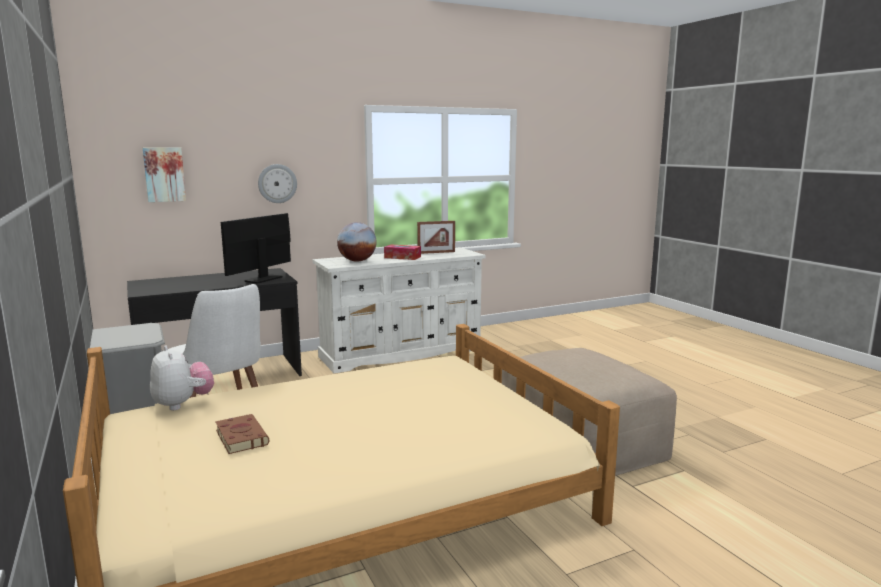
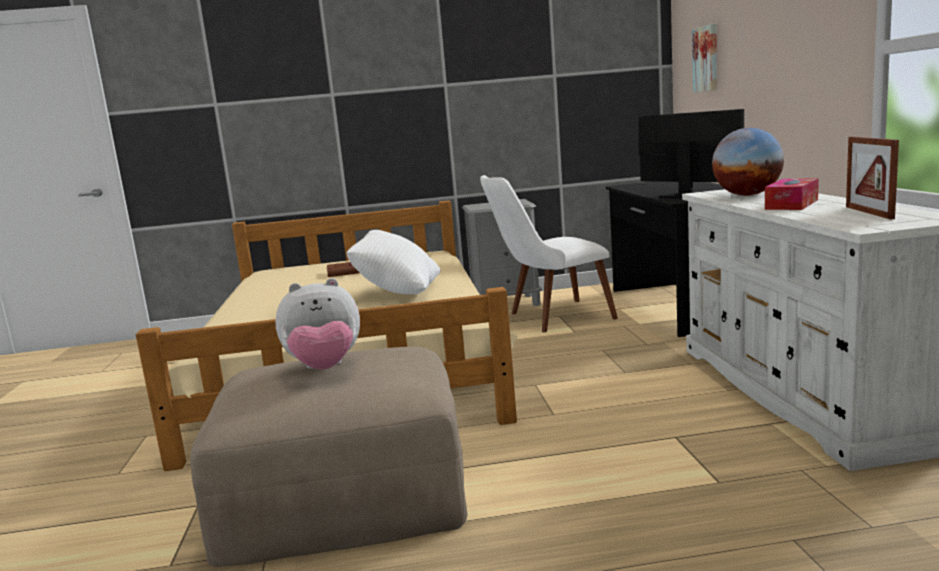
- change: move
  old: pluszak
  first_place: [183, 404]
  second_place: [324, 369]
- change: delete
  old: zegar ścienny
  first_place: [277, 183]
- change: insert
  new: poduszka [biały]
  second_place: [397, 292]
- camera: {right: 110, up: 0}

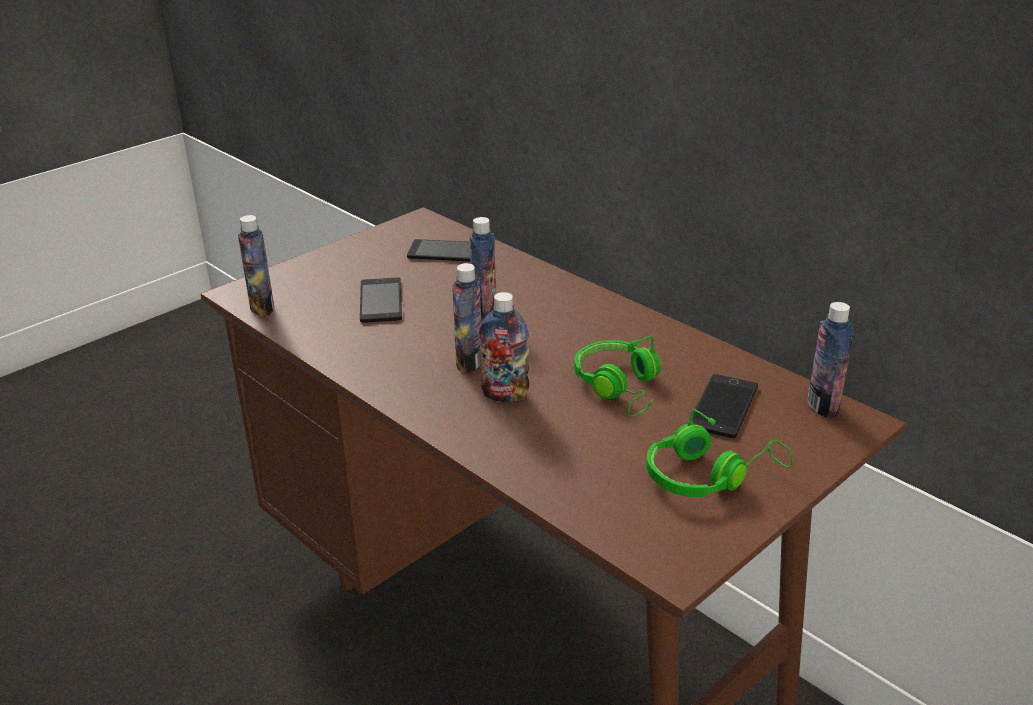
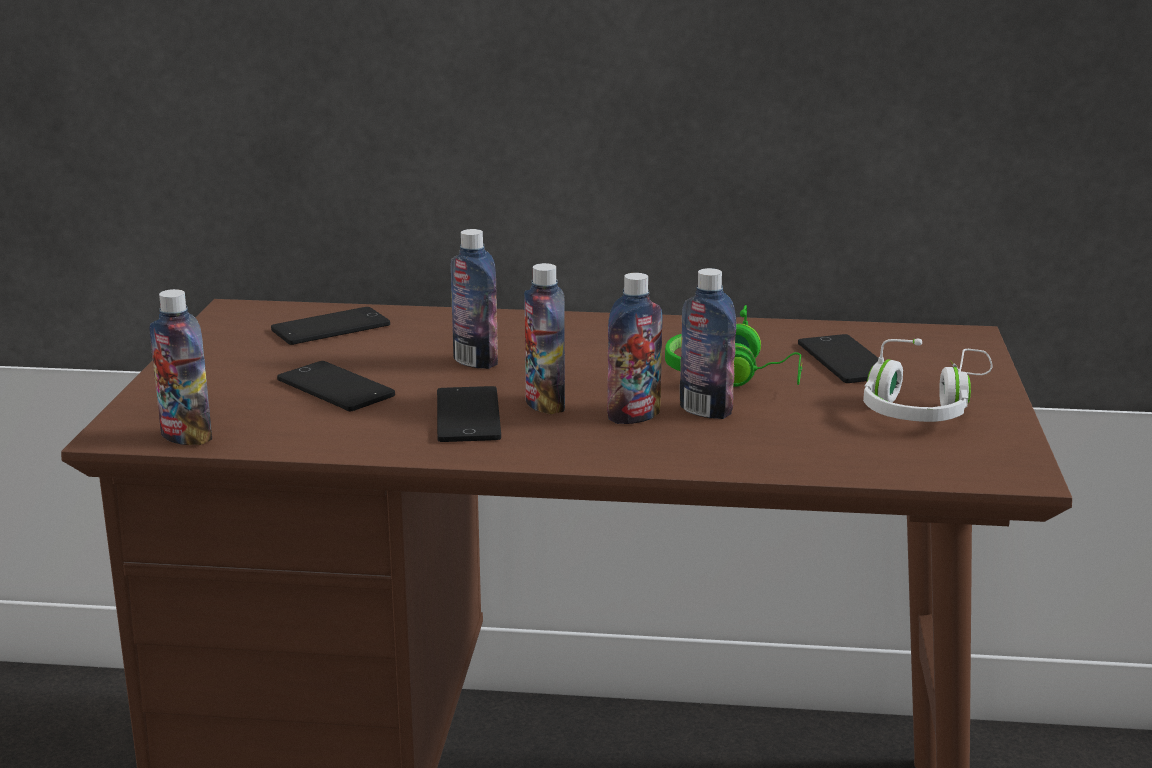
- change: recolor
  old: słuchawki [zielony]
  new: słuchawki [biały]
  first_place: [709, 475]
  second_place: [924, 408]
- change: move
  old: butelka
  first_place: [822, 406]
  second_place: [705, 410]
- change: insert
  new: telefon
  second_place: [468, 416]
- camera: {right: -40, up: -10}

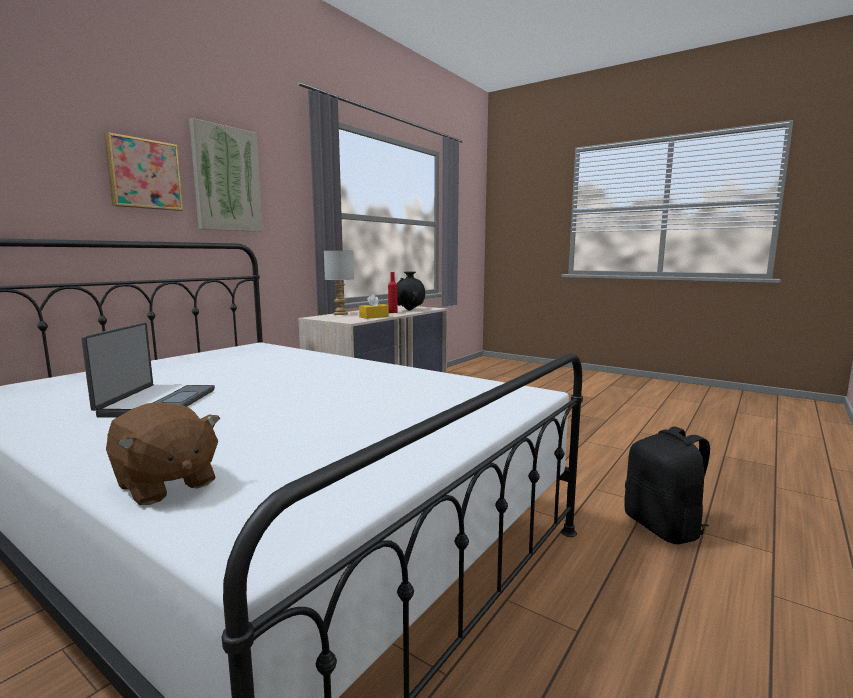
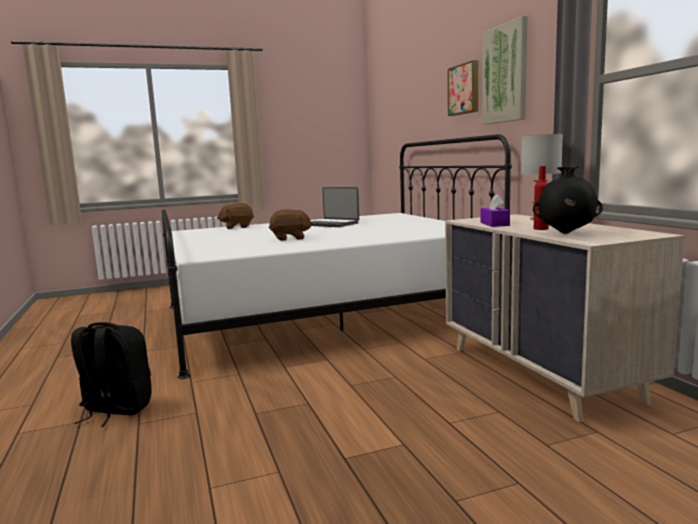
- change: recolor
  old: pudełko chusteczek [żółty]
  new: pudełko chusteczek [fioletowy]
  first_place: [374, 317]
  second_place: [494, 224]
- change: insert
  new: pluszak [brązowy]
  second_place: [290, 238]
- camera: {right: 125, up: 0}

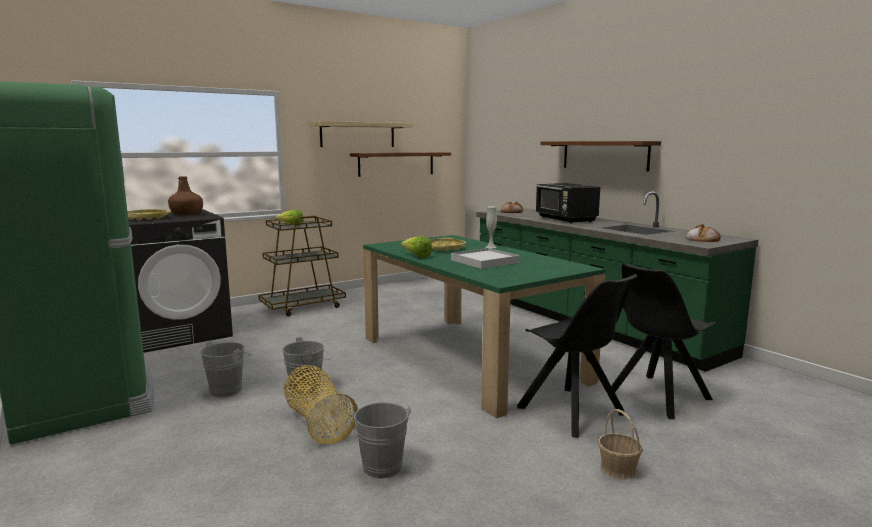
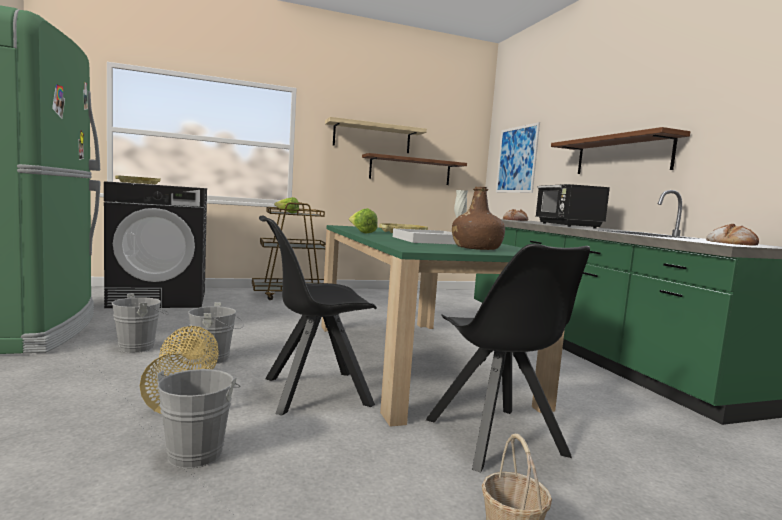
- change: move
  old: butelka [brązowy]
  first_place: [187, 214]
  second_place: [476, 248]
- change: move
  old: krzesło [czarny]
  first_place: [656, 397]
  second_place: [313, 392]
- change: insert
  new: obraz
  second_place: [517, 159]
- camera: {right: 15, up: -5}

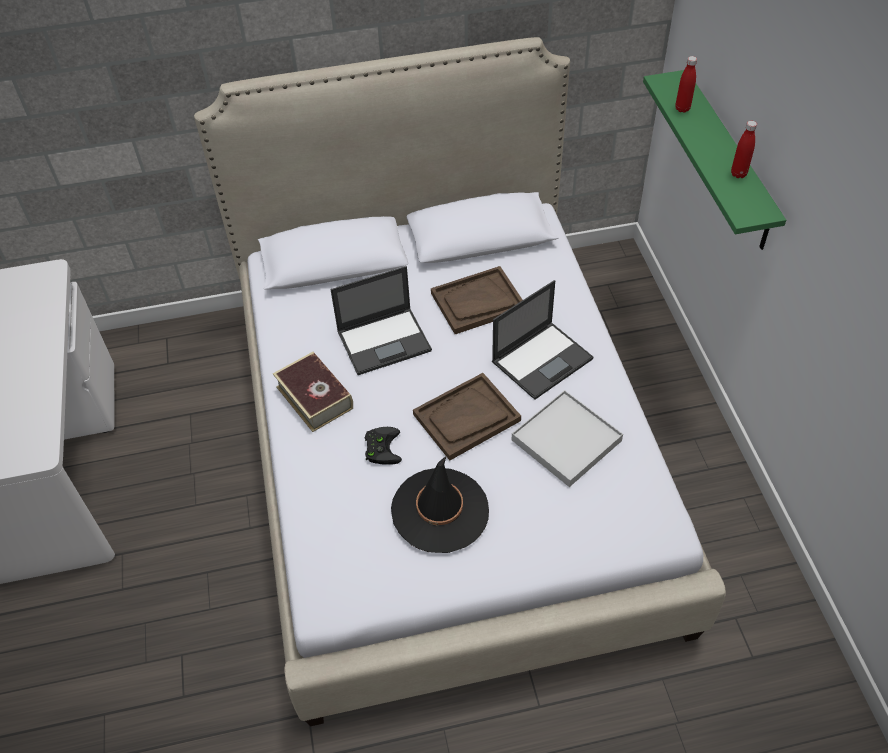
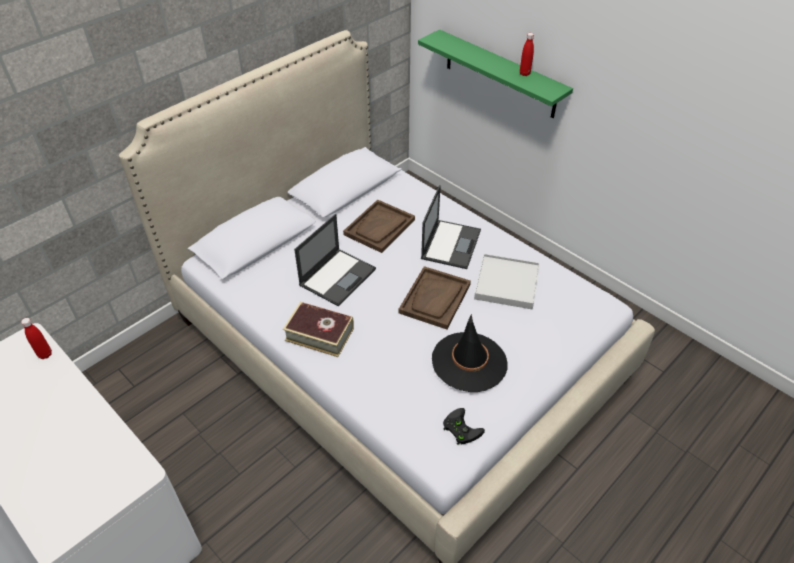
- change: move
  old: pad do gier [czarny]
  first_place: [381, 447]
  second_place: [460, 428]
- change: move
  old: butelka [czerwony]
  first_place: [682, 109]
  second_place: [45, 354]
- camera: {right: -35, up: -5}

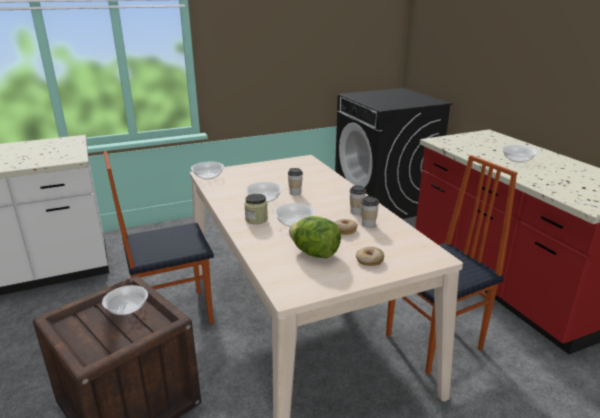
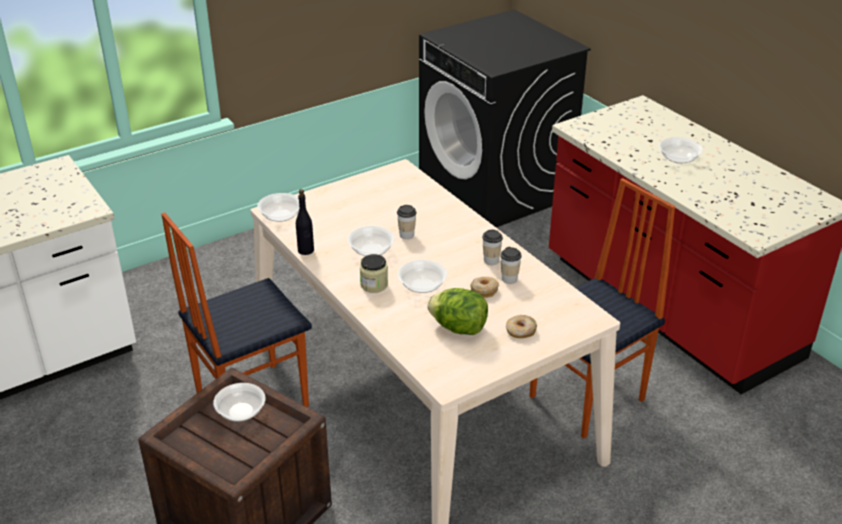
- change: insert
  new: butelka [czarny]
  second_place: [306, 250]
- camera: {right: -10, up: 10}

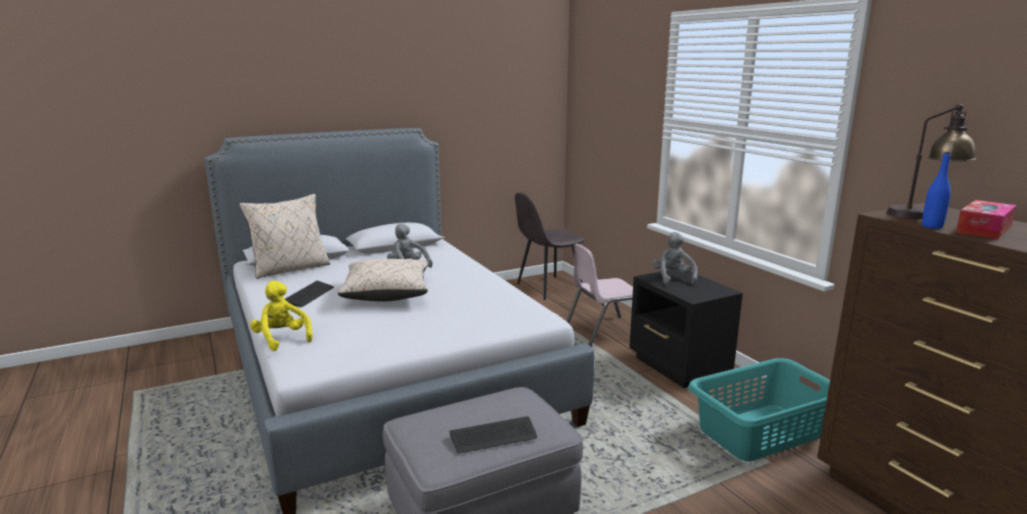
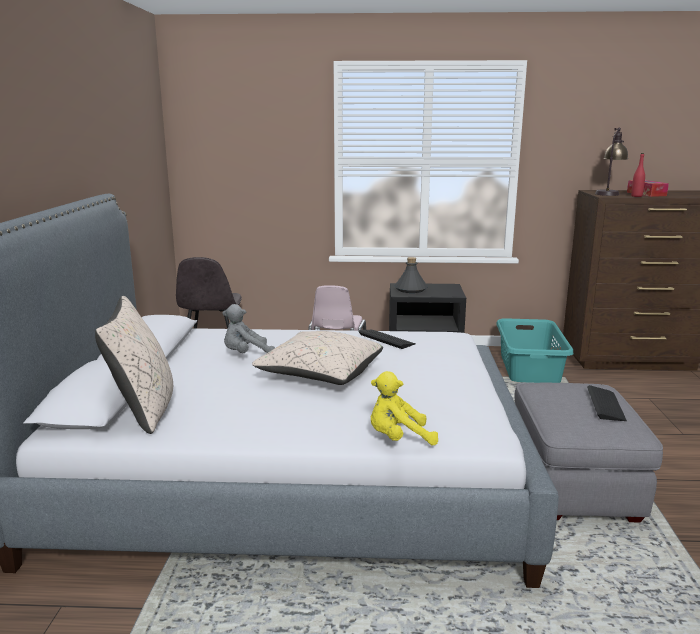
- change: move
  old: klawiatura
  first_place: [309, 295]
  second_place: [386, 339]
- change: replace
  old: pluszak [szary]
  new: butelka [szary]
  first_place: [673, 278]
  second_place: [410, 289]
- change: recolor
  old: butelka [niebieski]
  new: butelka [czerwony]
  first_place: [932, 226]
  second_place: [636, 196]
- camera: {right: -60, up: 0}

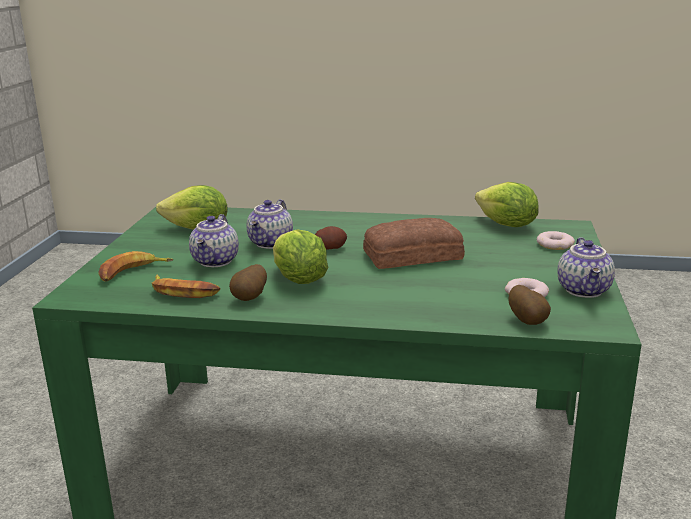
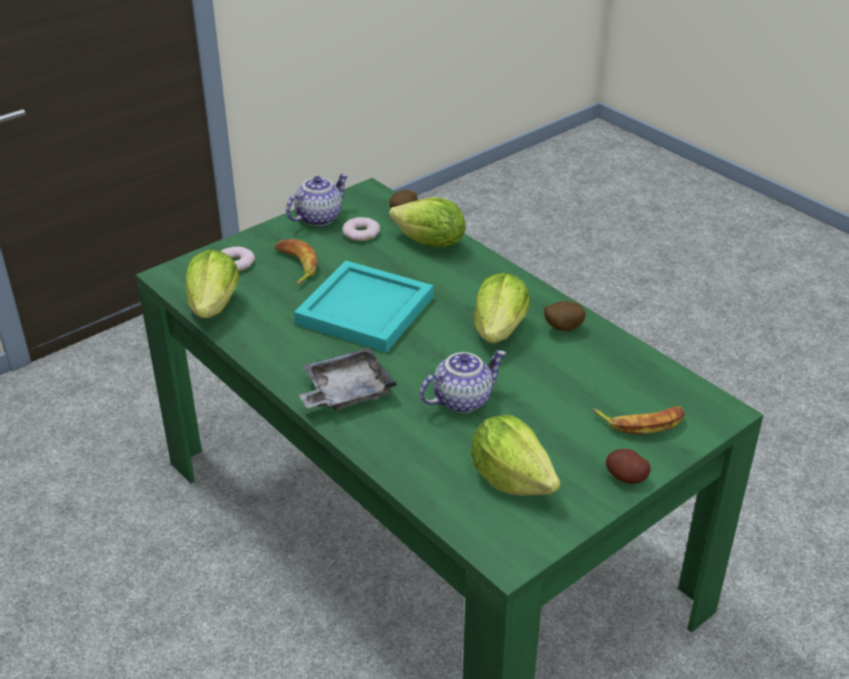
- change: move
  old: banan
  first_place: [183, 292]
  second_place: [295, 266]
- change: delete
  old: imbryk
  first_place: [216, 261]
- change: move
  old: ziemniak
  first_place: [330, 248]
  second_place: [626, 477]
- change: replace
  old: chleb
  new: taca [turkusowy]
  first_place: [411, 255]
  second_place: [366, 311]
- change: insert
  new: taca [szary]
  second_place: [346, 391]
- change: insert
  new: sałata
  second_place: [430, 243]
- camera: {right: -140, up: 15}

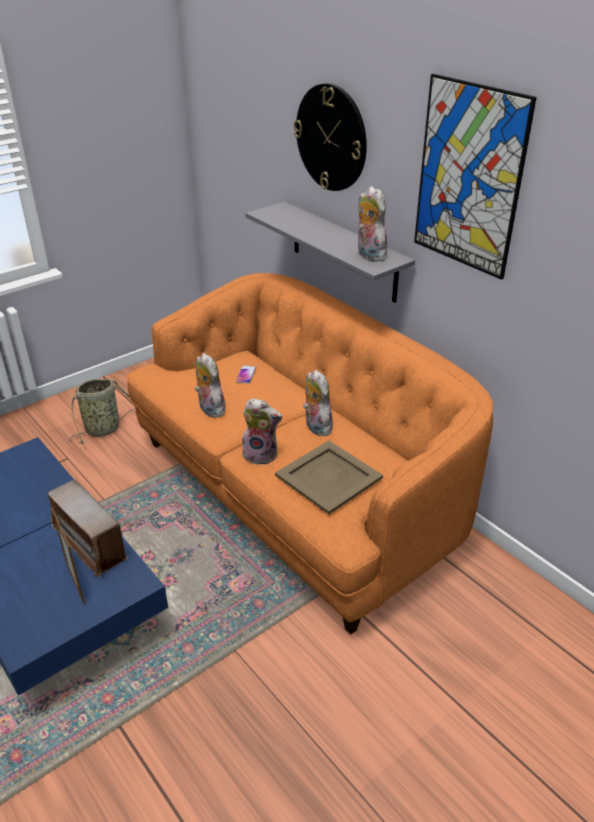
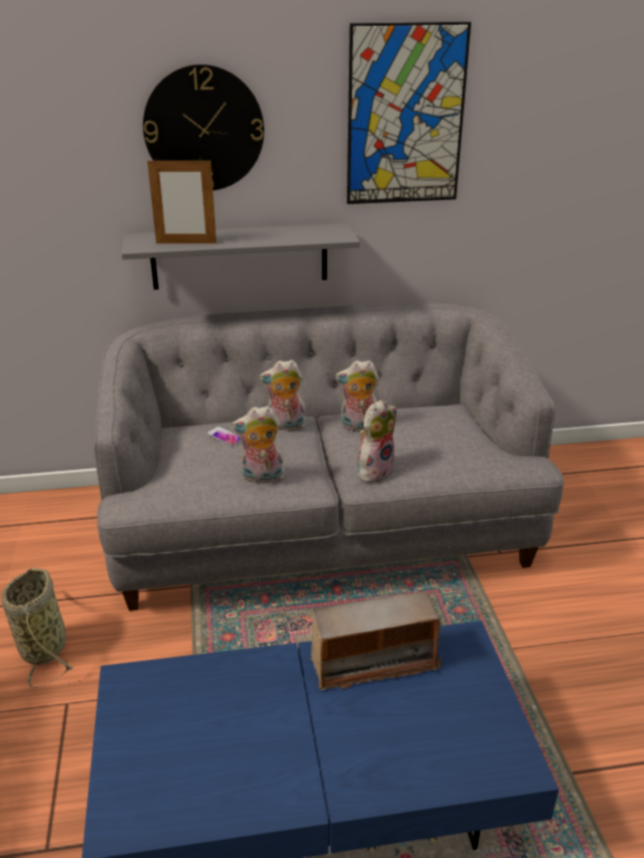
- change: move
  old: ramka na zdjęcie
  first_place: [75, 583]
  second_place: [186, 243]
- change: recolor
  old: kanapa [pomarańczowy]
  new: kanapa [szary]
  first_place: [297, 493]
  second_place: [322, 530]
- change: delete
  old: taca [beżowy]
  first_place: [328, 477]
- change: move
  old: pluszak
  first_place: [368, 255]
  second_place: [285, 426]
- camera: {right: -60, up: -5}

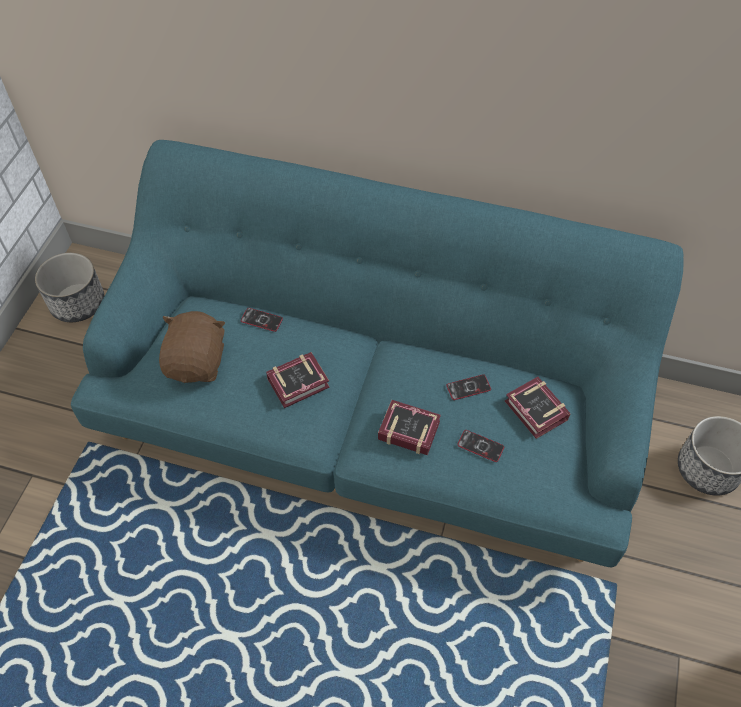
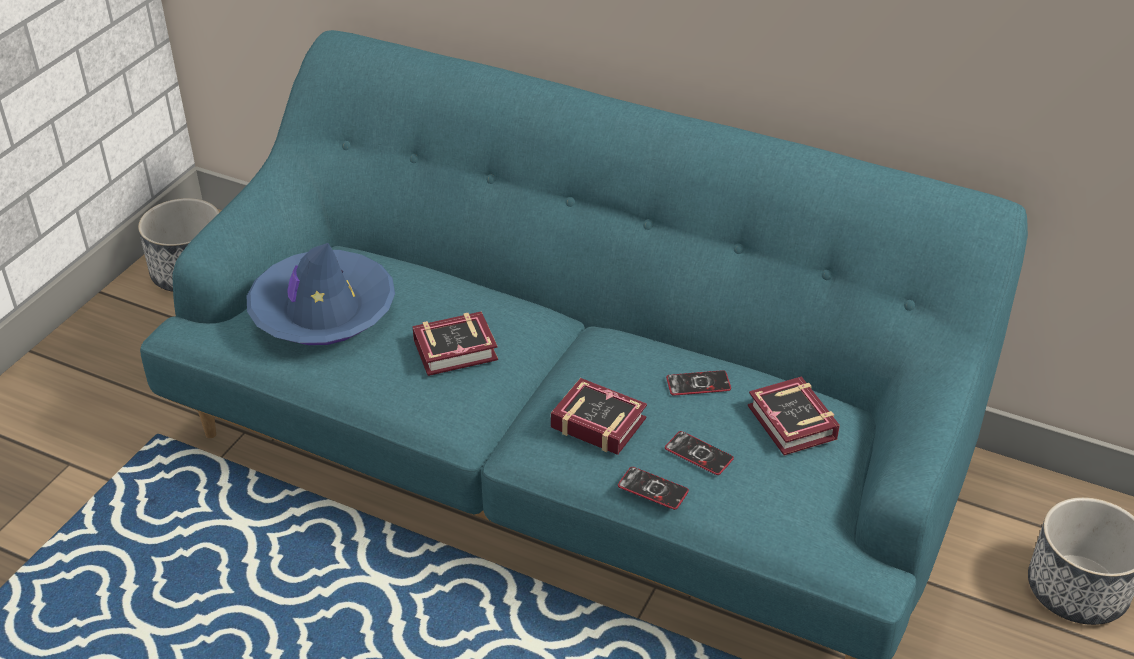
- change: replace
  old: pluszak [brązowy]
  new: kapelusz [niebieski]
  first_place: [197, 362]
  second_place: [322, 311]
- change: move
  old: telefon
  first_place: [261, 320]
  second_place: [653, 489]
- camera: {right: 10, up: -15}

